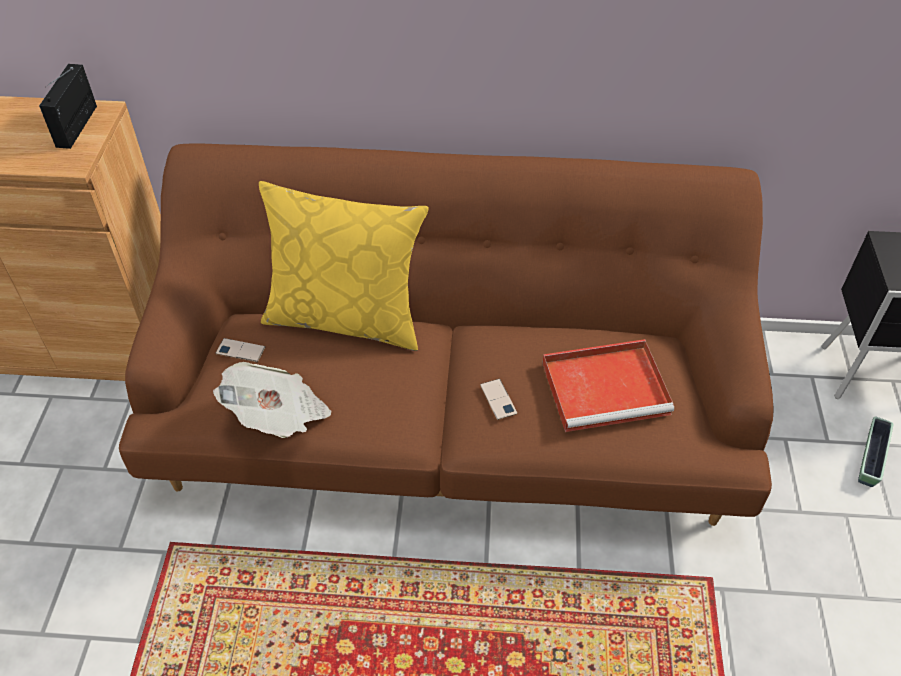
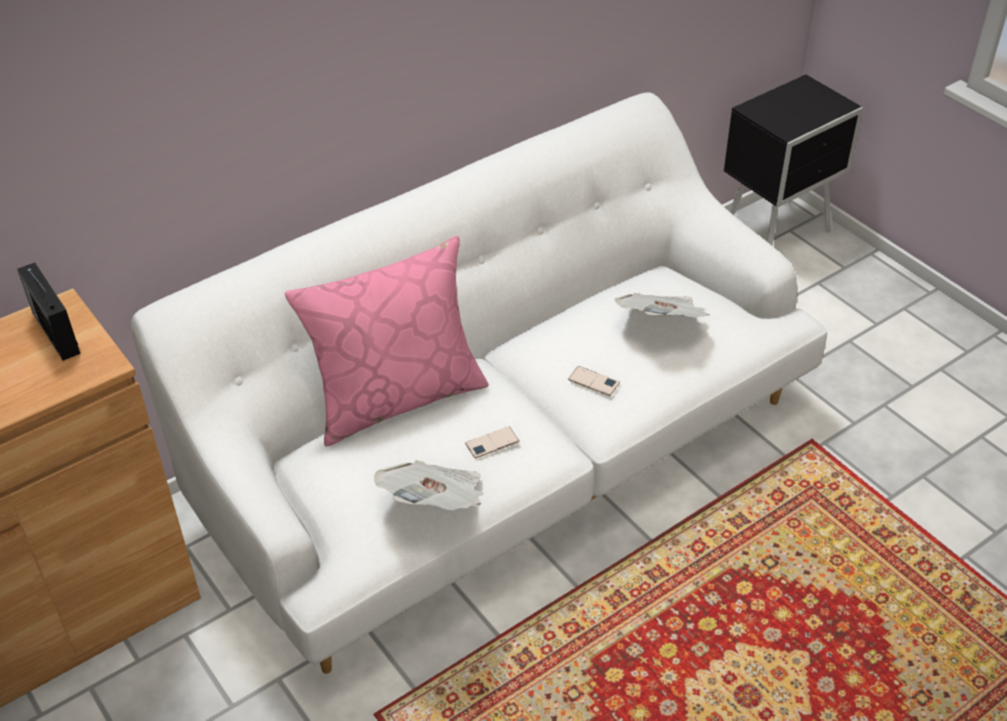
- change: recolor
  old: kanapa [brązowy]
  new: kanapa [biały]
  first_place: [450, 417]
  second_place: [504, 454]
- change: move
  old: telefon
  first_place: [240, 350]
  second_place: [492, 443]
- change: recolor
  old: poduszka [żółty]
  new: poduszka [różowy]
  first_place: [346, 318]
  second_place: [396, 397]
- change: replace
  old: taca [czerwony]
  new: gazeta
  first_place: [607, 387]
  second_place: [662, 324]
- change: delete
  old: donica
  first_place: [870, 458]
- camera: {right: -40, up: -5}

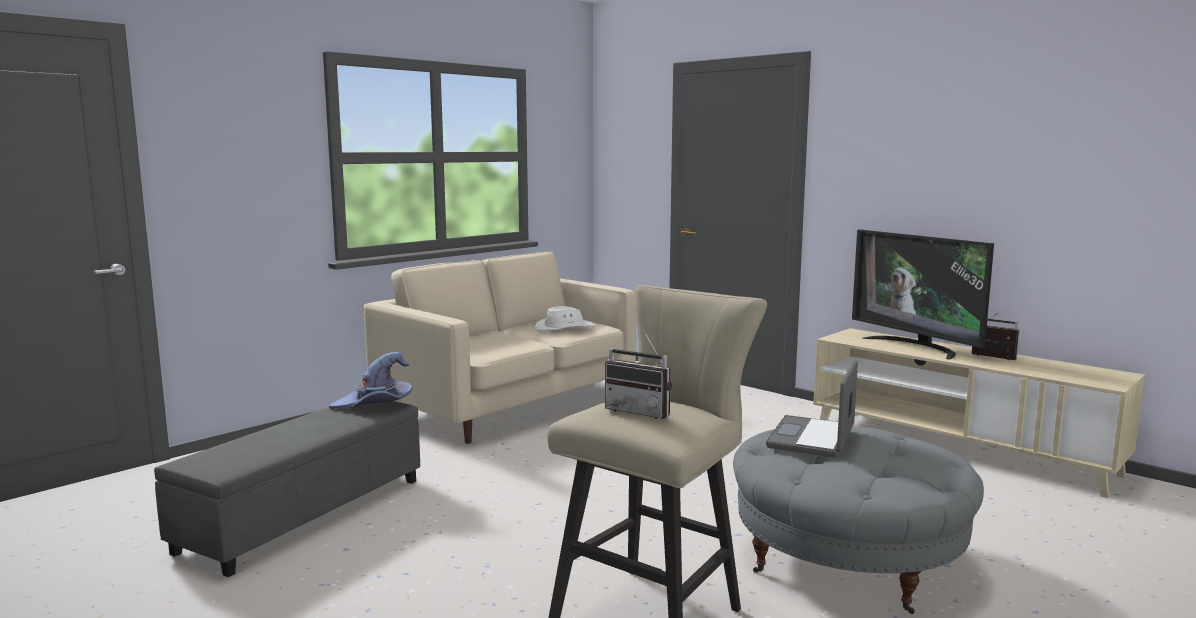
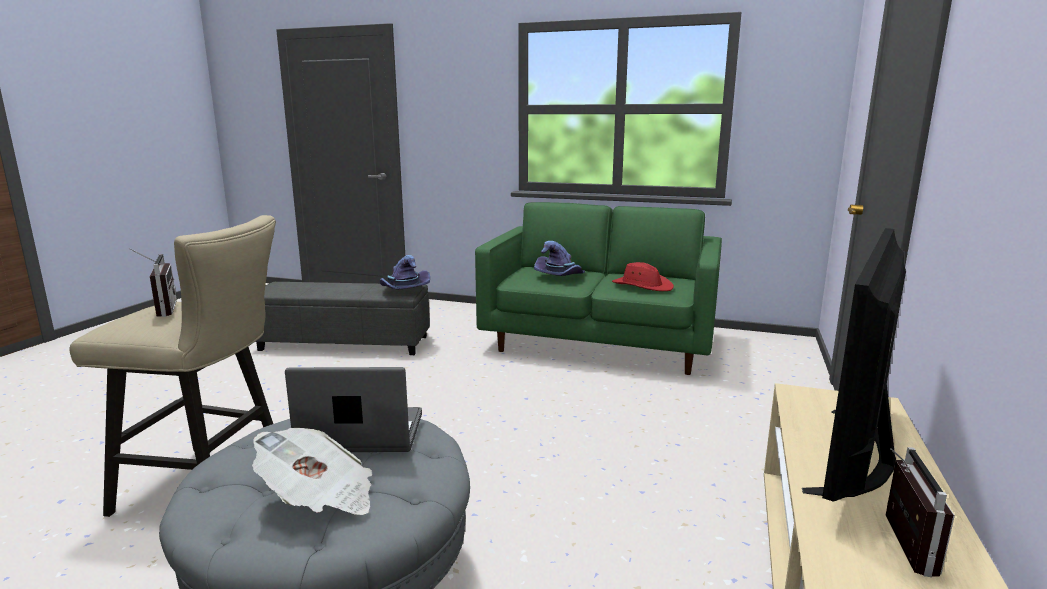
- change: recolor
  old: kanapa [beżowy]
  new: kanapa [zielony]
  first_place: [510, 406]
  second_place: [600, 344]
- change: recolor
  old: kapelusz [biały]
  new: kapelusz [czerwony]
  first_place: [564, 328]
  second_place: [642, 286]
- change: rotate
  old: radio
  first_place: [641, 411]
  second_place: [159, 310]
  degrees: 150
- change: insert
  new: gazeta
  second_place: [320, 498]
- change: insert
  new: kapelusz [fioletowy]
  second_place: [560, 277]
- camera: {right: 65, up: 5}

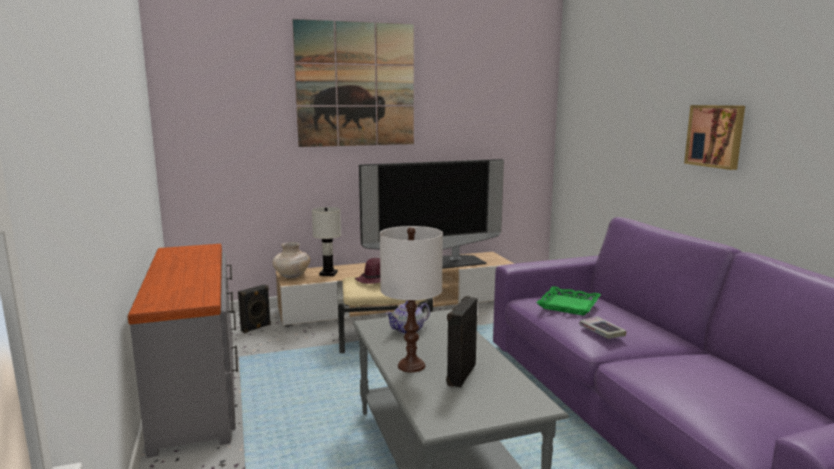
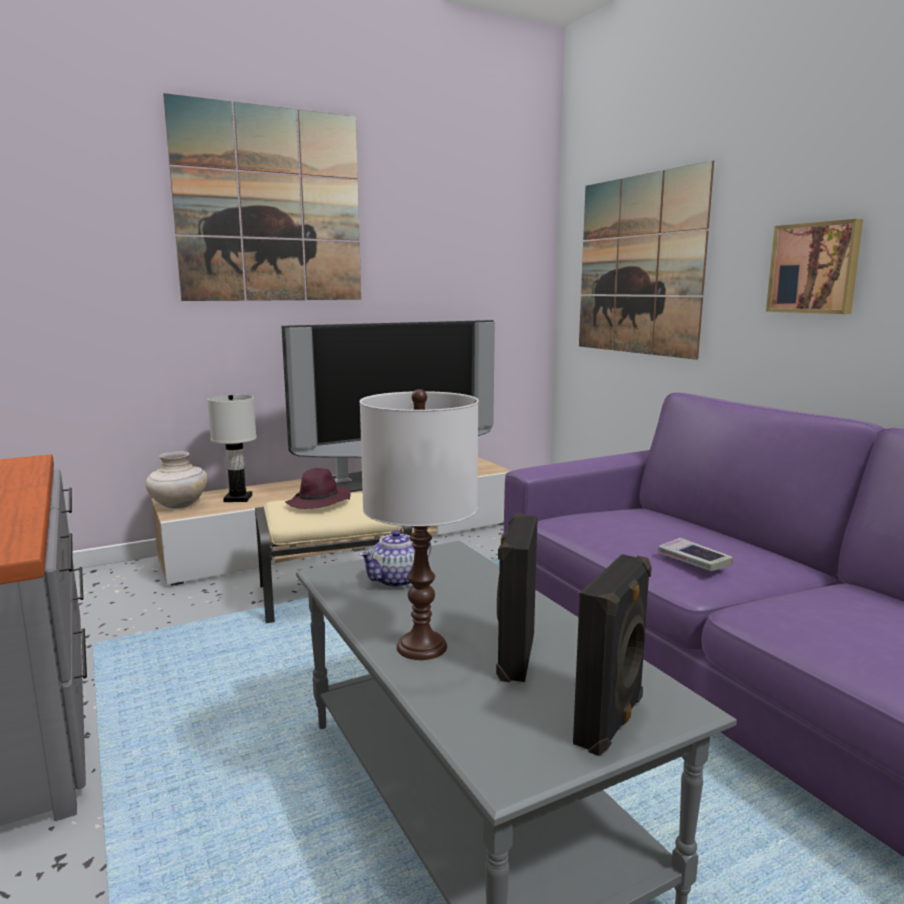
- change: move
  old: głośnik [czarny]
  first_place: [256, 328]
  second_place: [611, 721]
- change: delete
  old: taca [zielony]
  first_place: [569, 305]
- change: insert
  new: obraz
  second_place: [639, 265]
- camera: {right: -10, up: 0}

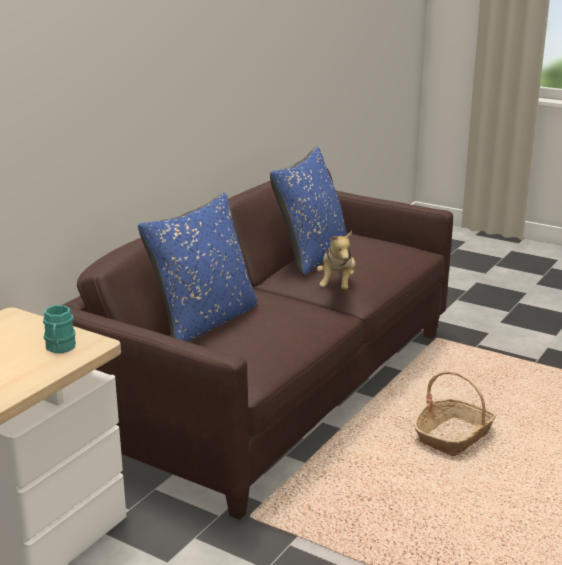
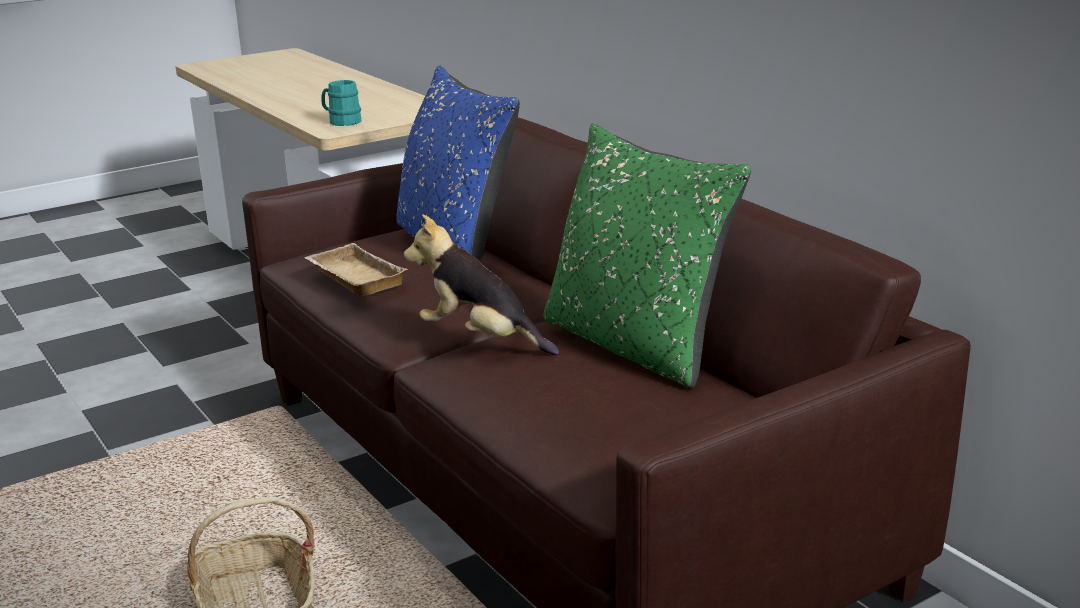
- change: recolor
  old: poduszka [niebieski]
  new: poduszka [zielony]
  first_place: [312, 256]
  second_place: [635, 345]
- change: insert
  new: taca [beżowy]
  second_place: [352, 278]
- camera: {right: 115, up: 0}

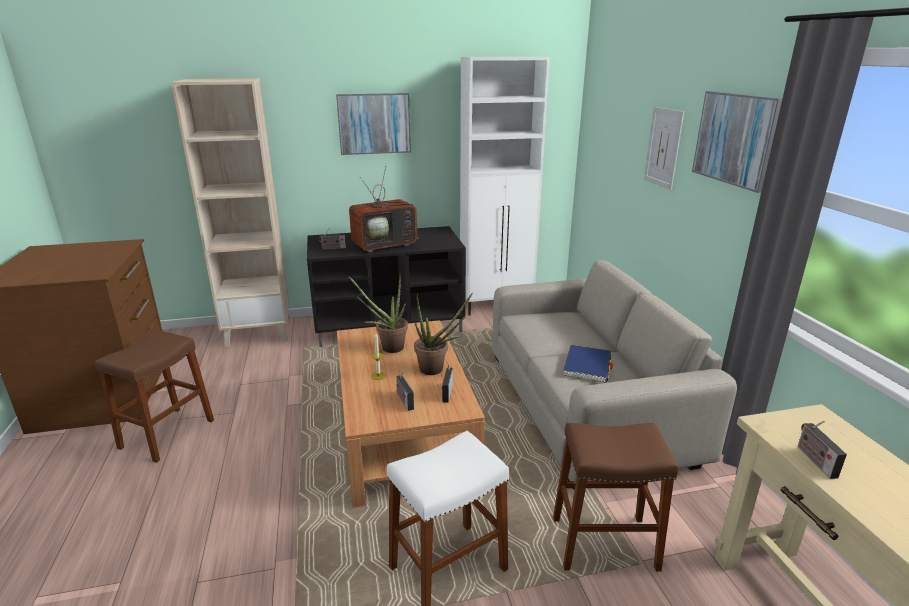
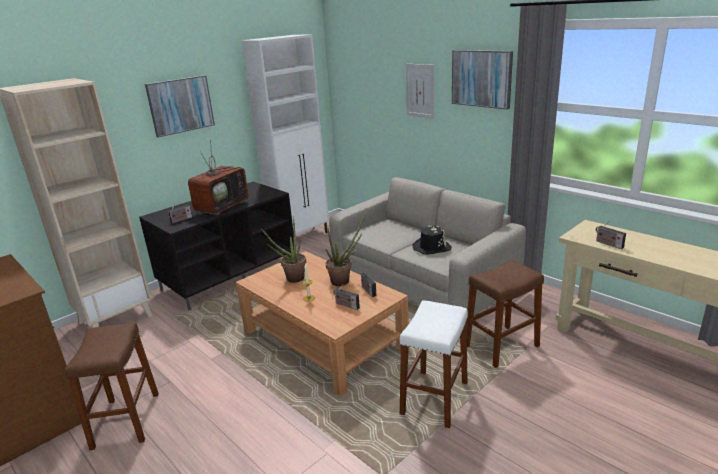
- change: replace
  old: książka [niebieski]
  new: kapelusz [czarny]
  first_place: [587, 366]
  second_place: [431, 247]
- camera: {right: -30, up: 0}

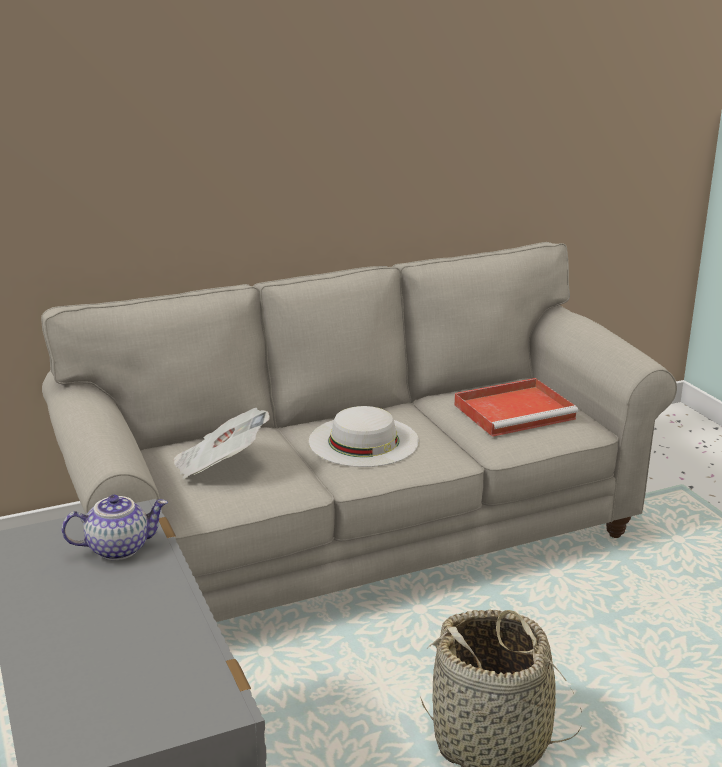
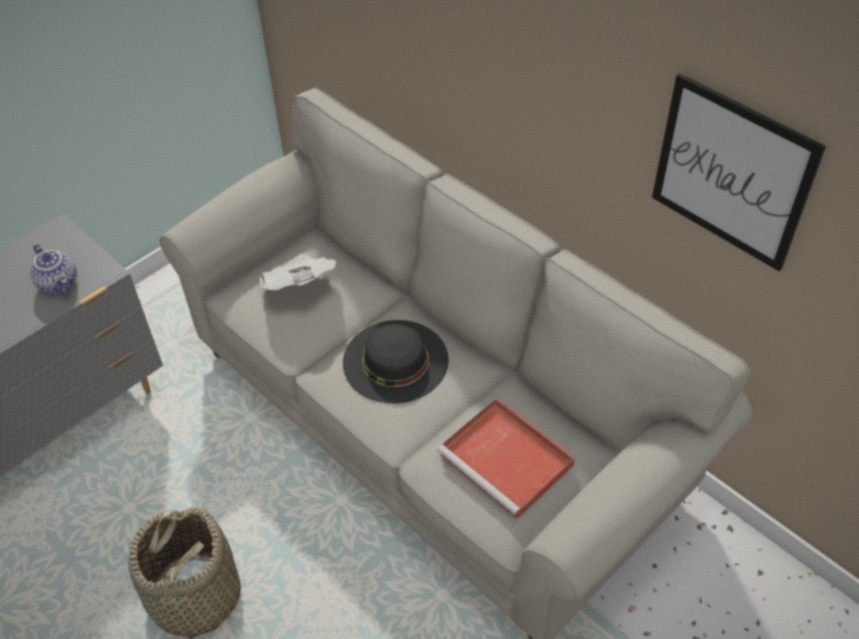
- change: recolor
  old: kapelusz [biały]
  new: kapelusz [czarny]
  first_place: [364, 441]
  second_place: [395, 361]
- change: insert
  new: obraz
  second_place: [731, 173]
- camera: {right: 70, up: 25}

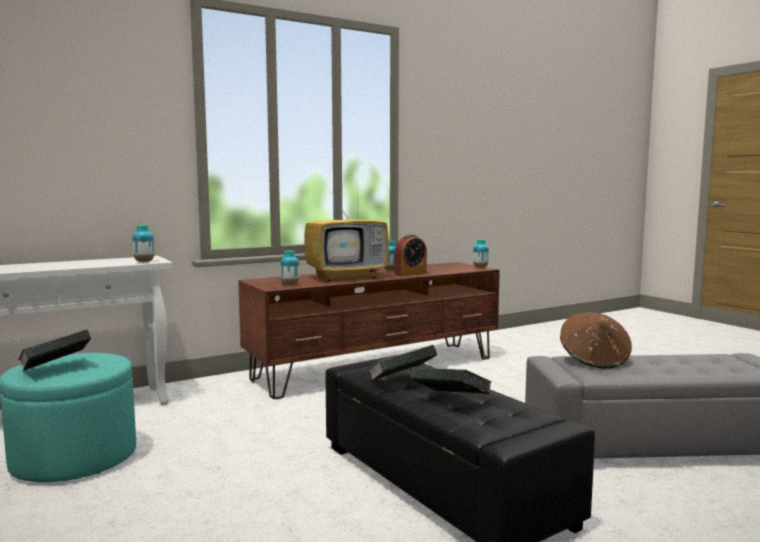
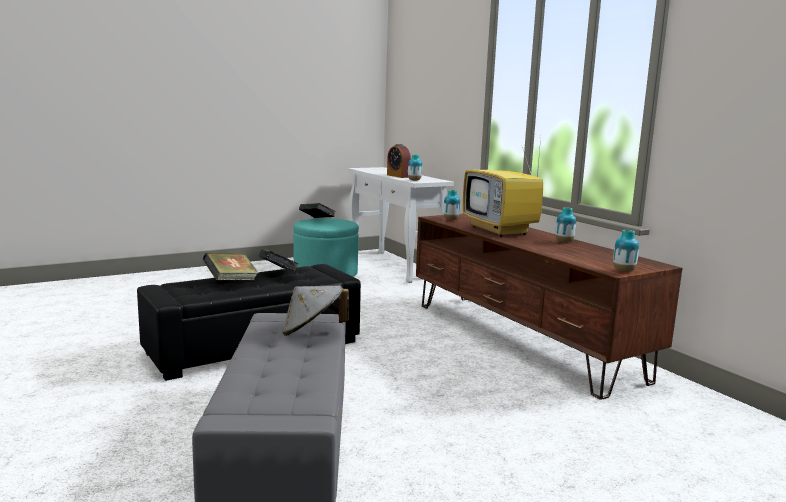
- change: move
  old: budzik
  first_place: [410, 274]
  second_place: [398, 176]
- change: recolor
  old: kapelusz [brązowy]
  new: kapelusz [szary]
  first_place: [594, 360]
  second_place: [313, 332]
- camera: {right: 90, up: 5}

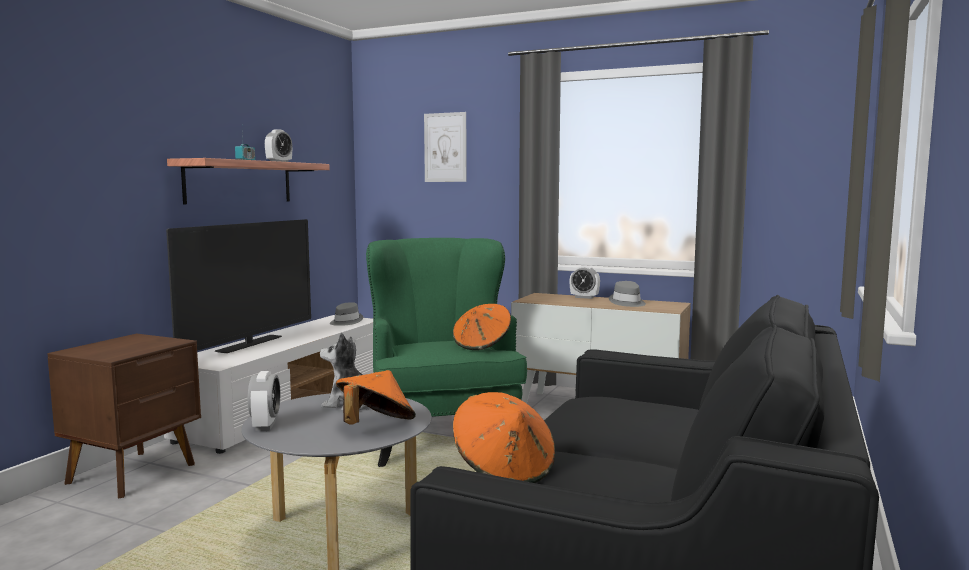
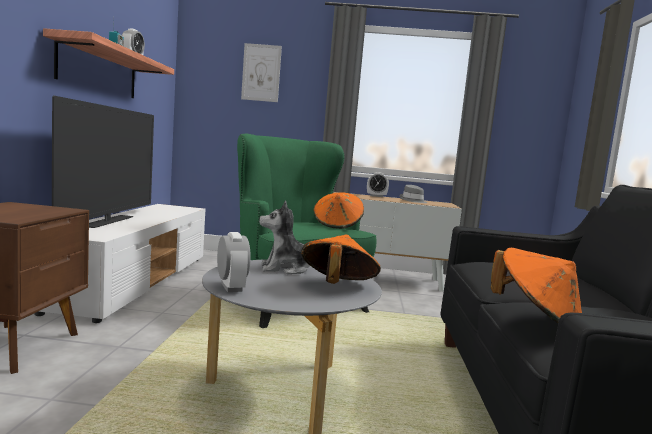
- change: delete
  old: kapelusz [szary]
  first_place: [345, 322]
- camera: {right: -20, up: 0}

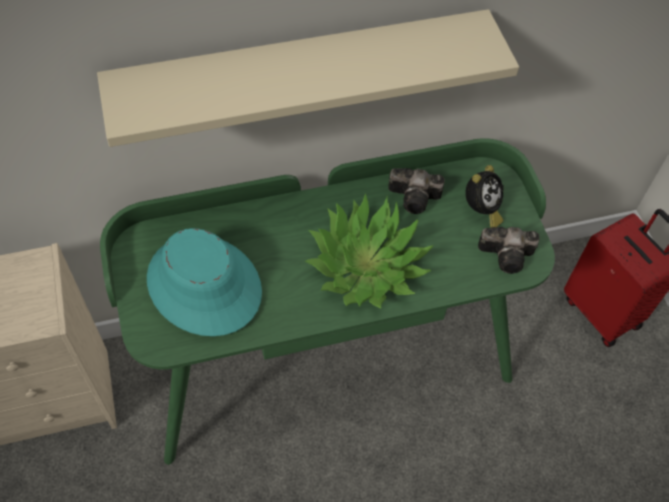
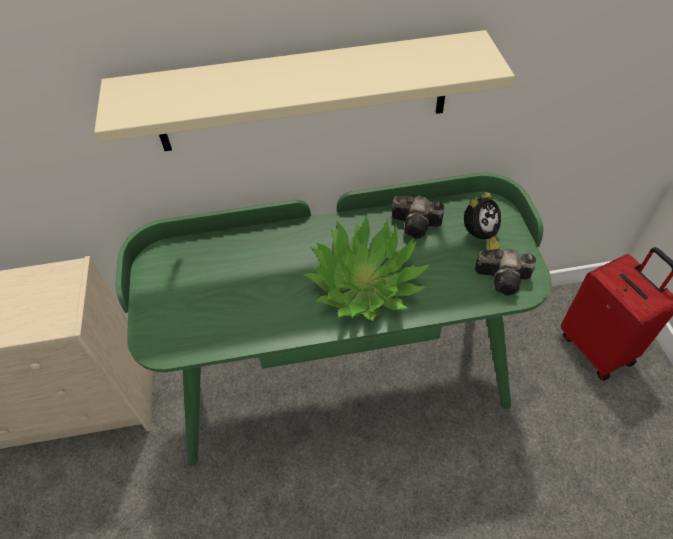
- change: delete
  old: kapelusz [turkusowy]
  first_place: [203, 285]
- camera: {right: 10, up: -5}

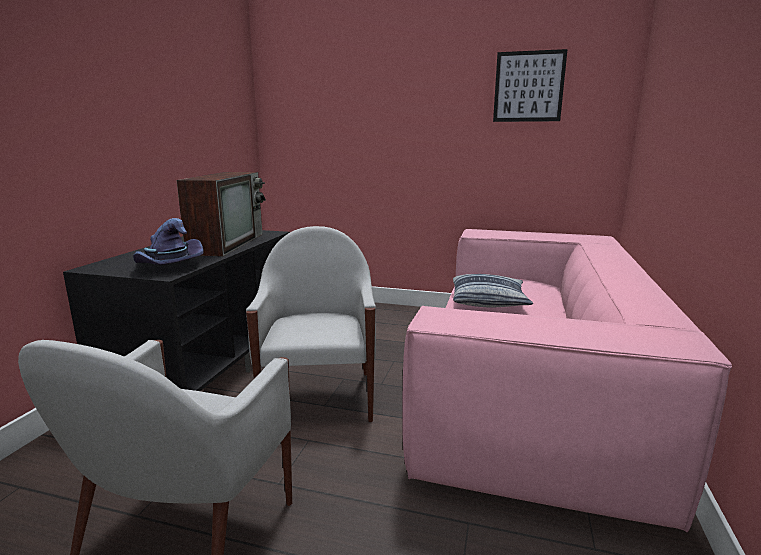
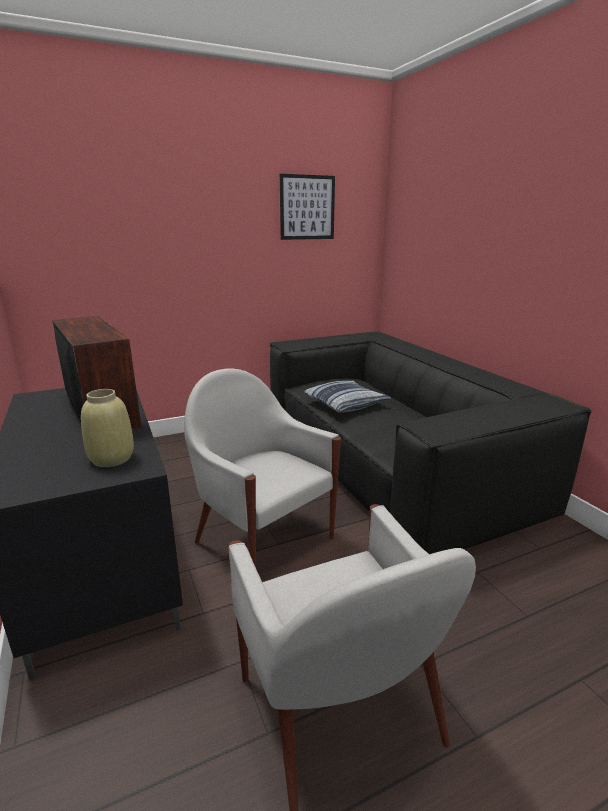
- change: replace
  old: kapelusz [fioletowy]
  new: wazon [beżowy]
  first_place: [168, 266]
  second_place: [112, 459]
- change: recolor
  old: kanapa [różowy]
  new: kanapa [czarny]
  first_place: [530, 385]
  second_place: [389, 462]
- camera: {right: -40, up: 5}

